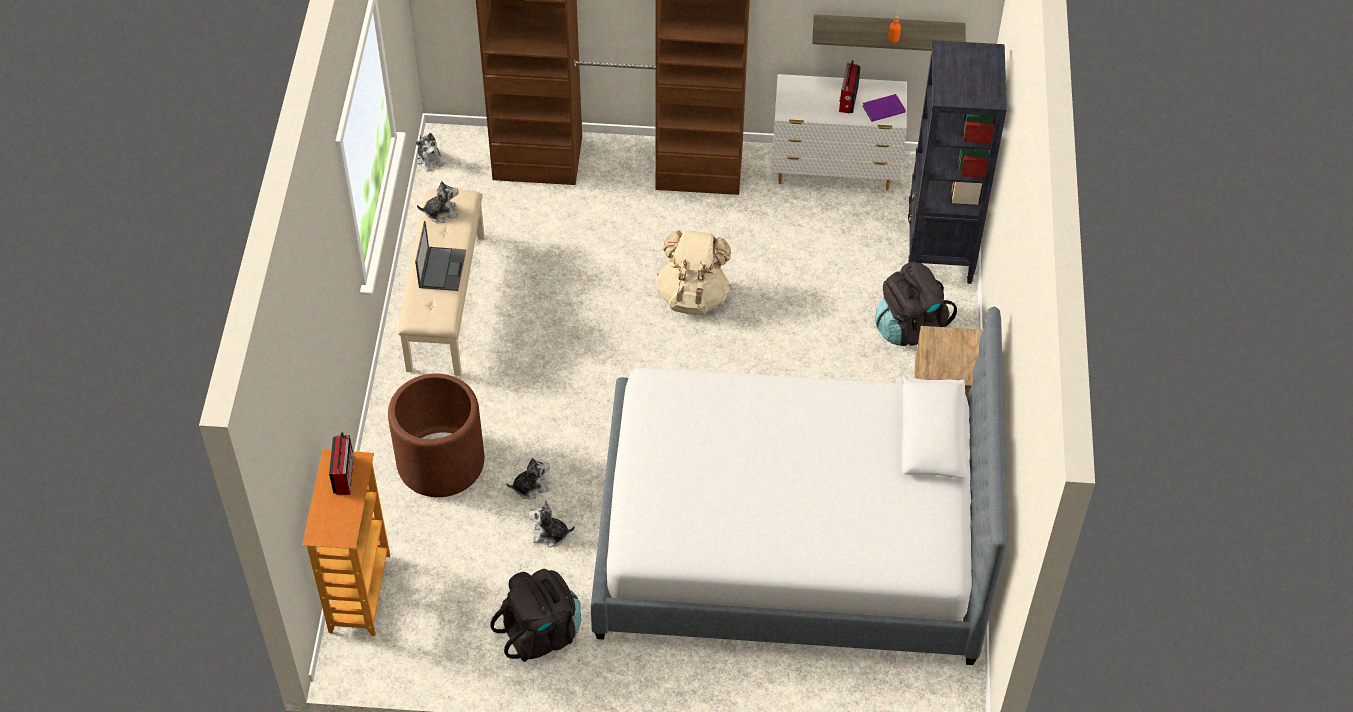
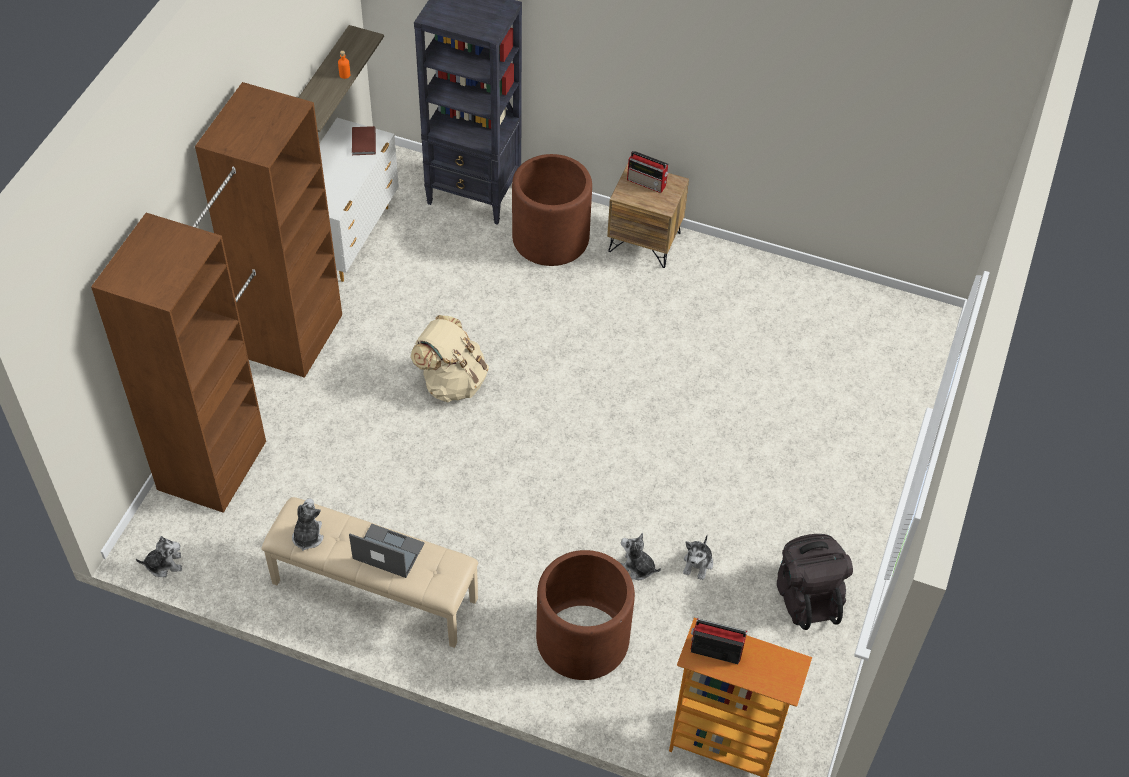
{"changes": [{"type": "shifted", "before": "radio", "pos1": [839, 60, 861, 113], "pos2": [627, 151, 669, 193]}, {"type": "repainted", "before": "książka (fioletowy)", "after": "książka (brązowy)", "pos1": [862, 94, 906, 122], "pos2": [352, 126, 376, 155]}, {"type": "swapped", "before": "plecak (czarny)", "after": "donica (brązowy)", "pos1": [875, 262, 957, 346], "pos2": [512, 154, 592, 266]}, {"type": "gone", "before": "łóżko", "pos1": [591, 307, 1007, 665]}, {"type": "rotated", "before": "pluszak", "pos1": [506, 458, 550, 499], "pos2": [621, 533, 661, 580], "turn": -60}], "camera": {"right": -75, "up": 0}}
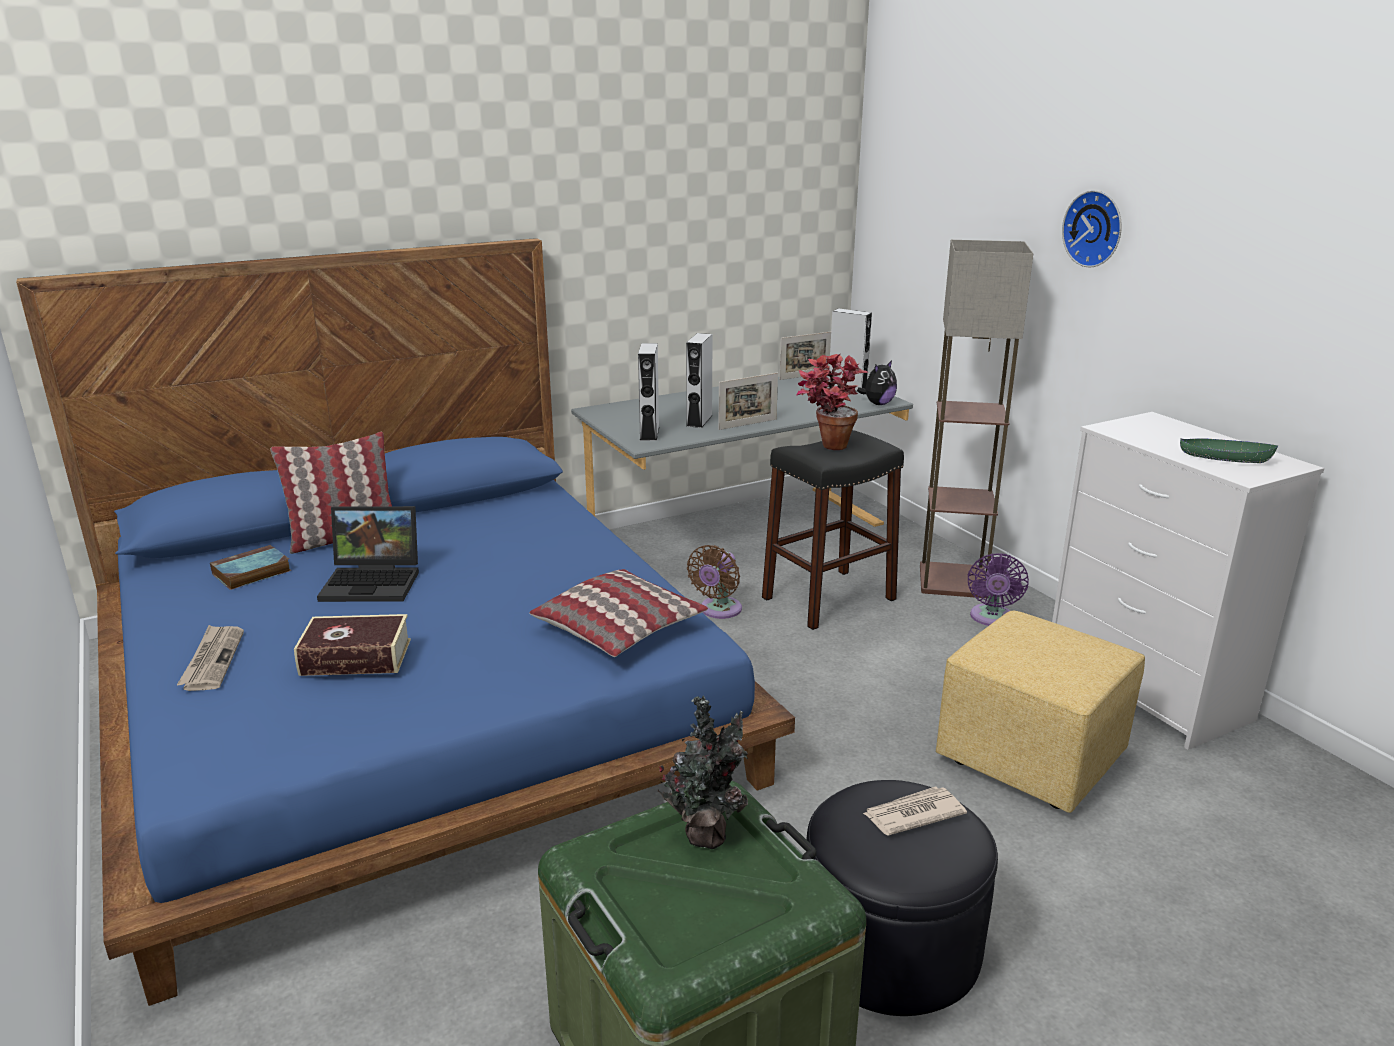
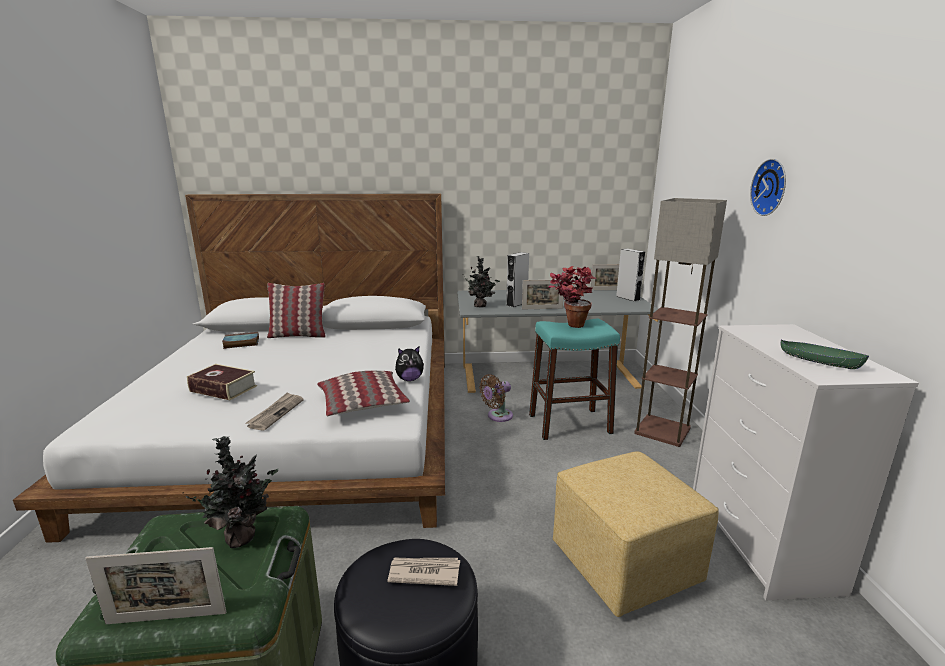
{"changes": [{"type": "repainted", "before": "łóżko (niebieski)", "after": "łóżko (biały)", "pos1": [16, 238, 795, 1006], "pos2": [13, 193, 445, 543]}, {"type": "swapped", "before": "głośnik (szary)", "after": "roślina doniczkowa", "pos1": [638, 343, 659, 441], "pos2": [465, 256, 500, 307]}, {"type": "shifted", "before": "pluszak", "pos1": [857, 360, 897, 405], "pos2": [395, 346, 424, 381]}, {"type": "repainted", "before": "stołek (czarny)", "after": "stołek (turkusowy)", "pos1": [762, 430, 904, 630], "pos2": [529, 319, 620, 440]}, {"type": "gone", "before": "laptop", "pos1": [317, 506, 419, 602]}, {"type": "gone", "before": "wentylator (fioletowy)", "pos1": [968, 553, 1029, 626]}, {"type": "shifted", "before": "gazeta", "pos1": [177, 625, 244, 691], "pos2": [246, 392, 304, 430]}, {"type": "new", "after": "ramka na zdjęcie", "pos2": [85, 547, 227, 624]}], "camera": {"right": 25, "up": -5}}
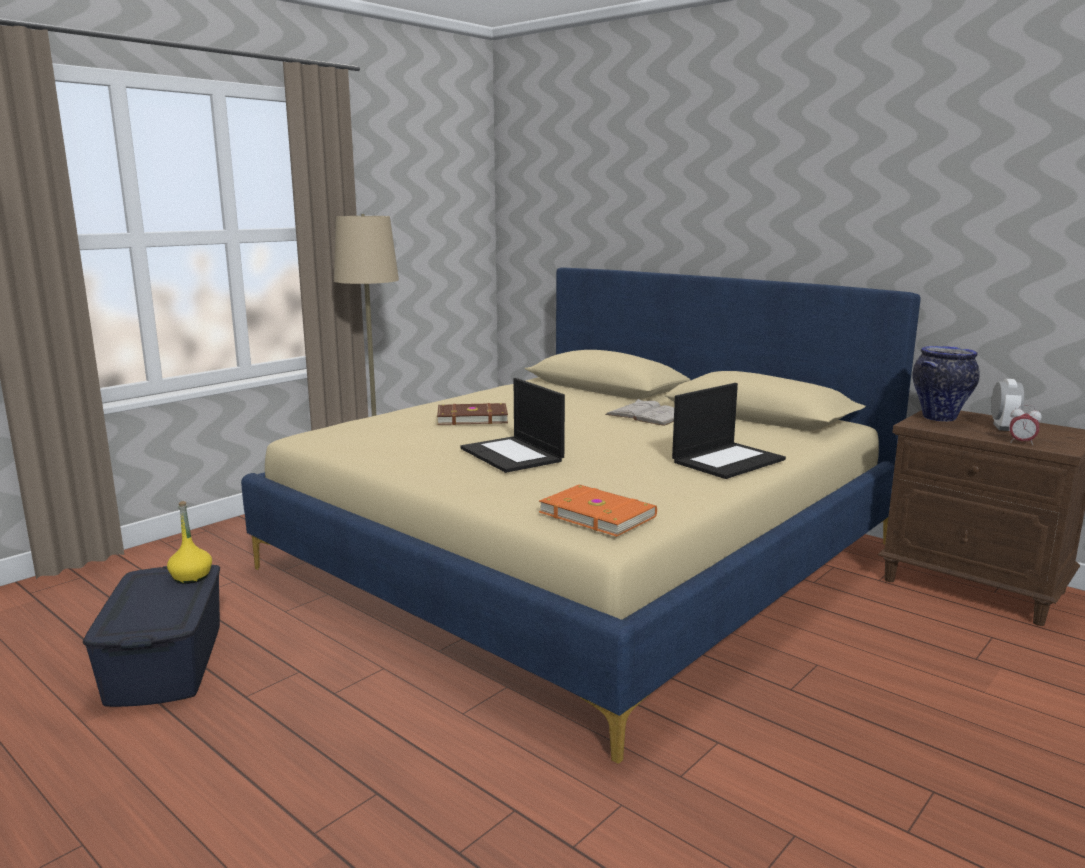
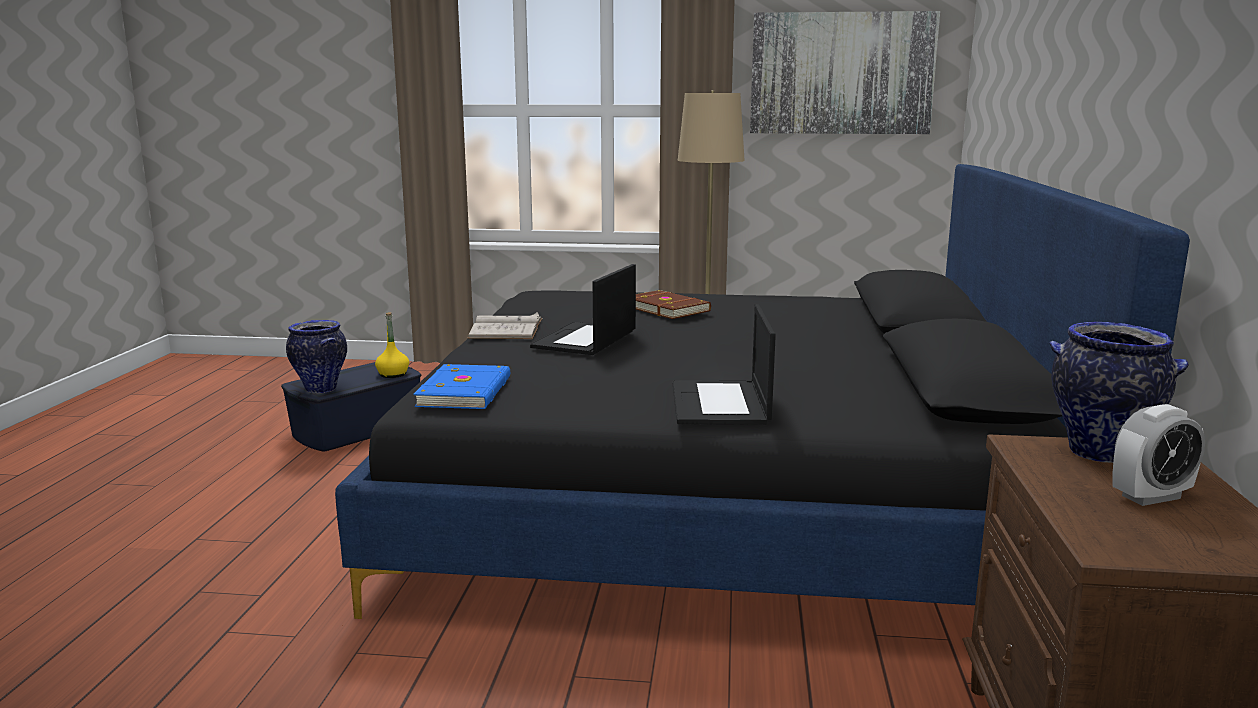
{"changes": [{"type": "repainted", "before": "łóżko (beżowy)", "after": "łóżko (czarny)", "pos1": [241, 268, 921, 764], "pos2": [335, 164, 1190, 619]}, {"type": "rotated", "before": "laptop", "pos1": [672, 383, 786, 479], "pos2": [673, 304, 776, 425], "turn": 75}, {"type": "shifted", "before": "książka (biały)", "pos1": [605, 399, 674, 426], "pos2": [467, 312, 543, 339]}, {"type": "gone", "before": "budzik", "pos1": [1009, 405, 1042, 445]}, {"type": "repainted", "before": "książka (pomarańczowy)", "after": "książka (niebieski)", "pos1": [539, 485, 657, 537], "pos2": [414, 364, 510, 409]}, {"type": "new", "after": "obraz", "pos2": [750, 11, 940, 134]}, {"type": "new", "after": "wazon", "pos2": [286, 320, 347, 393]}], "camera": {"right": 55, "up": 0}}
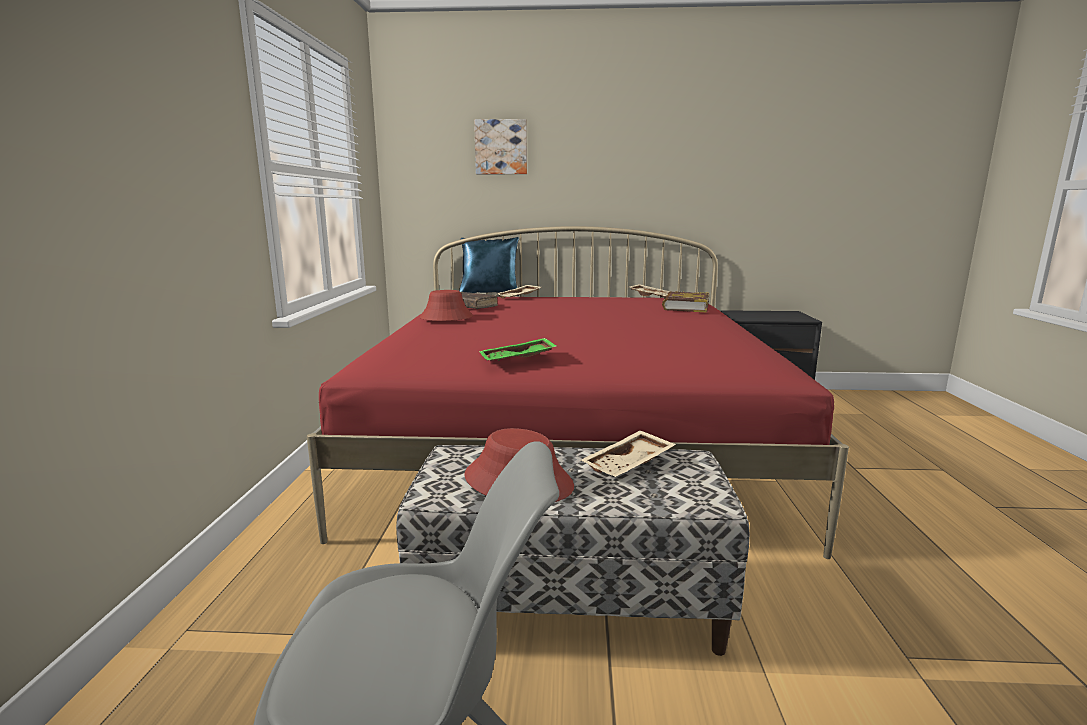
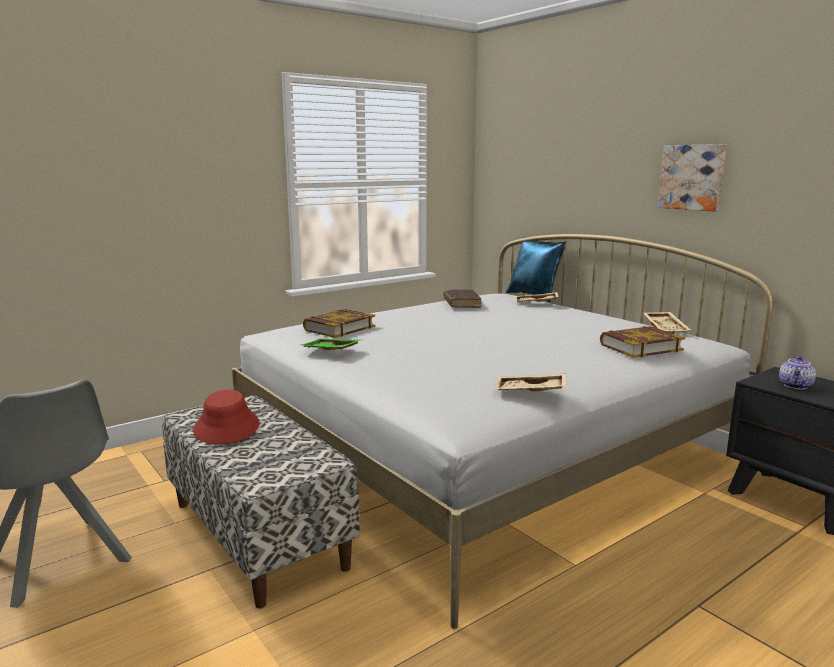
{"changes": [{"type": "shifted", "before": "obraz", "pos1": [474, 119, 527, 174], "pos2": [658, 144, 727, 212]}, {"type": "repainted", "before": "łóżko (czerwony)", "after": "łóżko (biały)", "pos1": [307, 226, 849, 559], "pos2": [232, 234, 773, 629]}, {"type": "gone", "before": "kapelusz (czerwony)", "pos1": [420, 290, 473, 321]}, {"type": "shifted", "before": "taca (beżowy)", "pos1": [581, 431, 676, 477], "pos2": [494, 374, 566, 392]}, {"type": "new", "after": "książka", "pos2": [303, 309, 375, 338]}, {"type": "new", "after": "imbryk", "pos2": [779, 356, 816, 390]}], "camera": {"right": 50, "up": 0}}
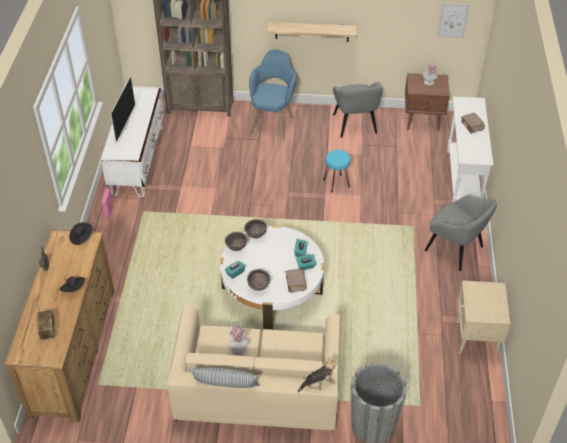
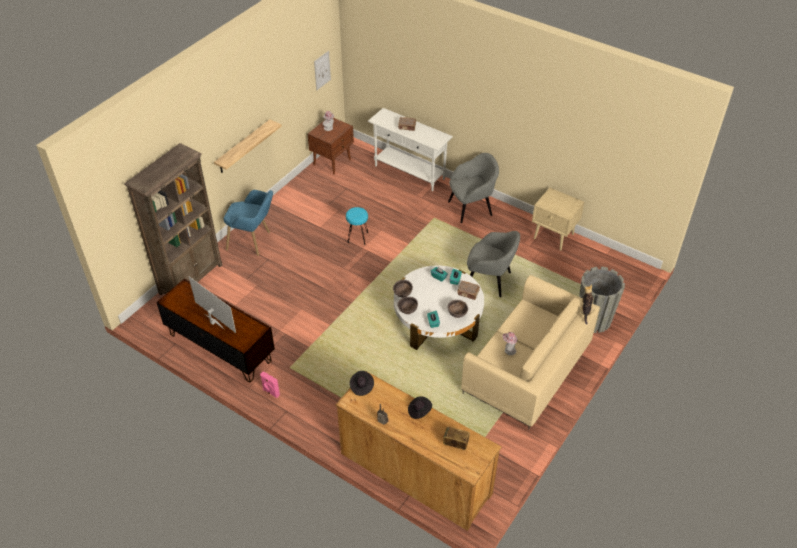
{"changes": [{"type": "rotated", "before": "fotel (niebieski)", "pos1": [249, 50, 297, 140], "pos2": [224, 190, 273, 256], "turn": 150}, {"type": "shifted", "before": "fotel (szary)", "pos1": [333, 82, 383, 138], "pos2": [467, 231, 520, 297]}, {"type": "repainted", "before": "szafka pod telewizor (biały)", "after": "szafka pod telewizor (brązowy)", "pos1": [101, 87, 164, 197], "pos2": [157, 279, 275, 382]}, {"type": "gone", "before": "poduszka", "pos1": [189, 367, 260, 388]}], "camera": {"right": -60, "up": 0}}
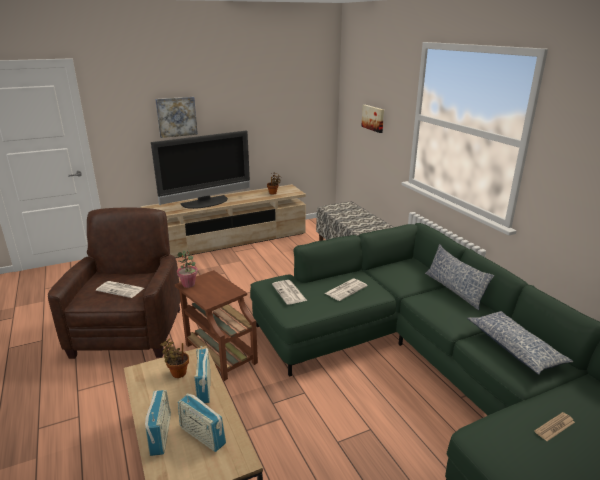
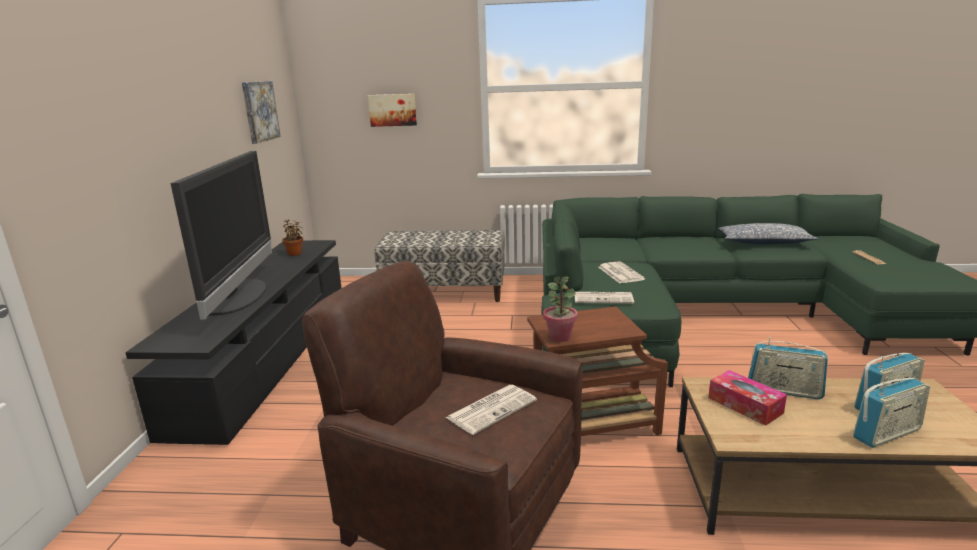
{"changes": [{"type": "shifted", "before": "obraz", "pos1": [155, 97, 198, 138], "pos2": [242, 81, 281, 144]}, {"type": "repainted", "before": "szafka pod telewizor (beżowy)", "after": "szafka pod telewizor (czarny)", "pos1": [140, 184, 306, 258], "pos2": [125, 240, 342, 445]}, {"type": "gone", "before": "poduszka", "pos1": [425, 244, 494, 310]}, {"type": "swapped", "before": "roślina doniczkowa", "after": "pudełko chusteczek", "pos1": [160, 339, 189, 378], "pos2": [708, 370, 787, 426]}, {"type": "rotated", "before": "radio", "pos1": [145, 390, 171, 456], "pos2": [853, 378, 930, 448], "turn": 135}], "camera": {"right": -60, "up": -5}}
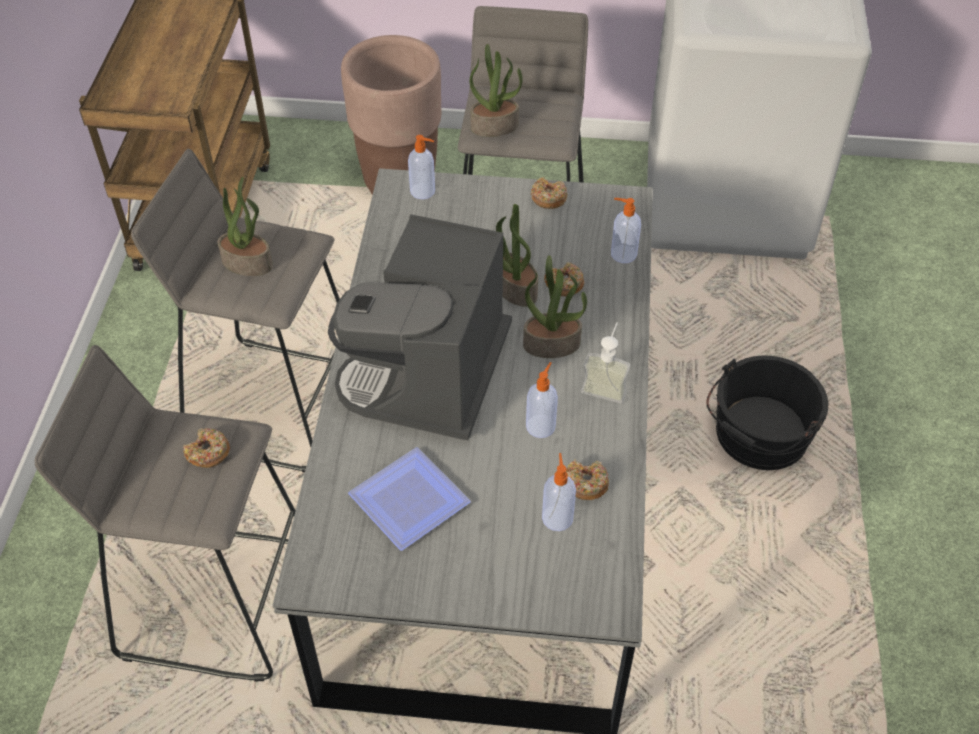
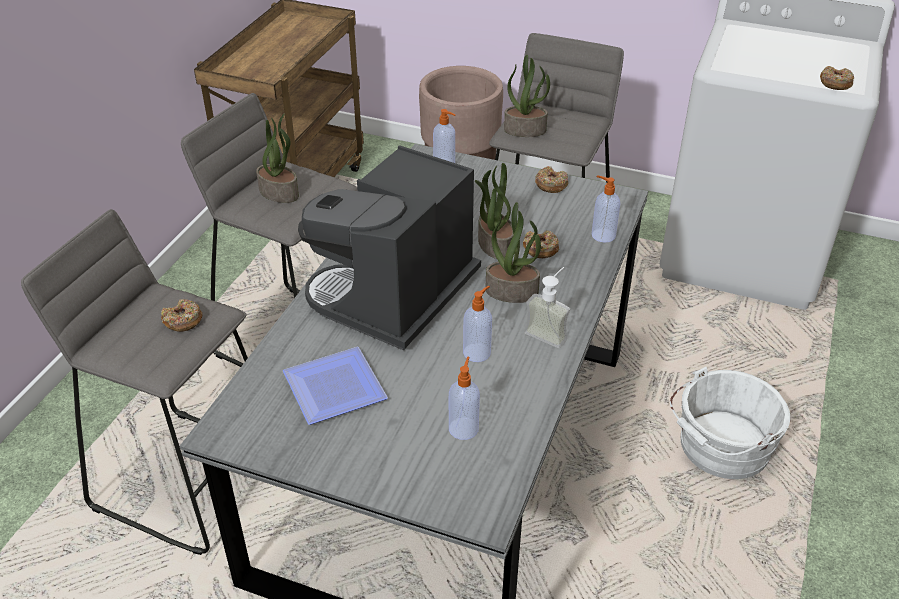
{"changes": [{"type": "repainted", "before": "wiadro (czarny)", "after": "wiadro (biały)", "pos1": [707, 356, 828, 470], "pos2": [670, 367, 790, 479]}, {"type": "shifted", "before": "donut", "pos1": [566, 459, 609, 500], "pos2": [820, 66, 854, 90]}], "camera": {"right": 15, "up": -10}}
